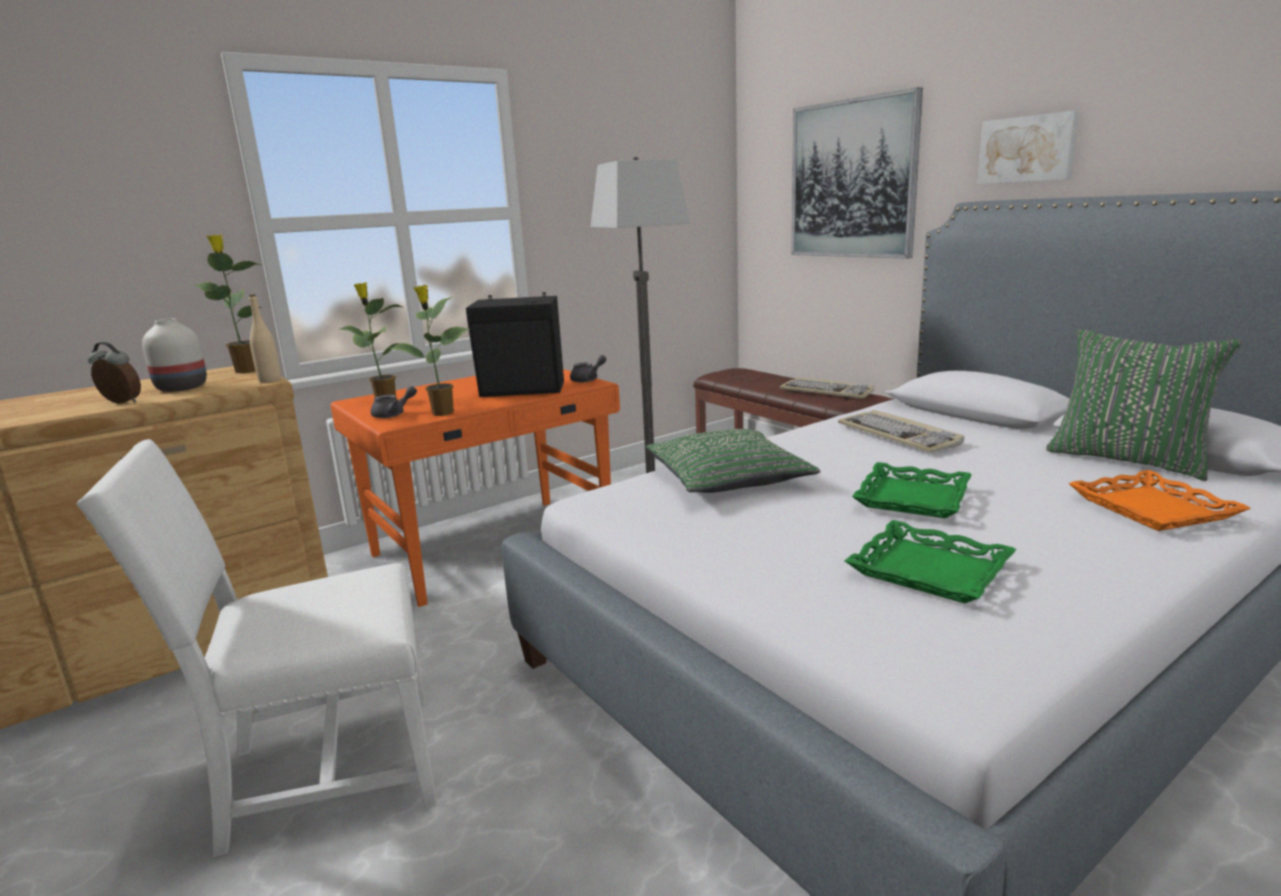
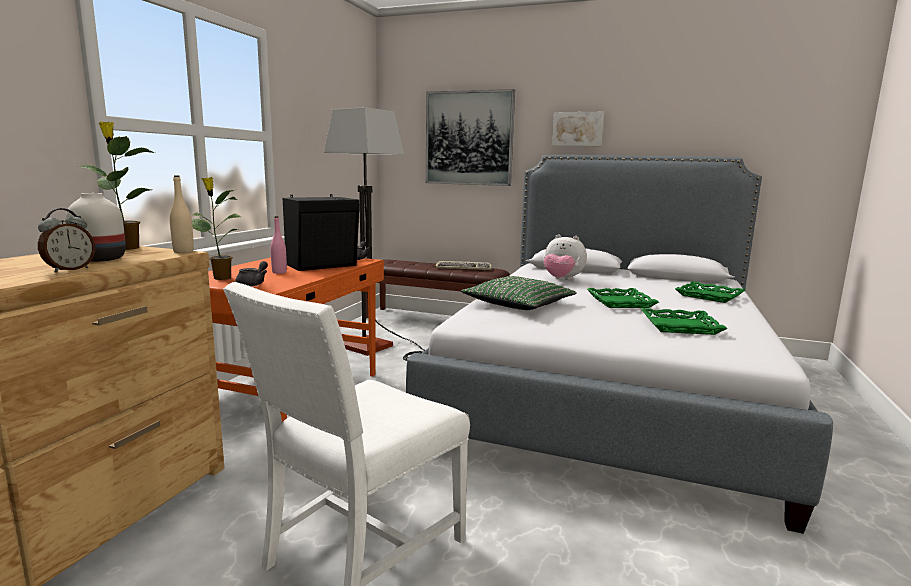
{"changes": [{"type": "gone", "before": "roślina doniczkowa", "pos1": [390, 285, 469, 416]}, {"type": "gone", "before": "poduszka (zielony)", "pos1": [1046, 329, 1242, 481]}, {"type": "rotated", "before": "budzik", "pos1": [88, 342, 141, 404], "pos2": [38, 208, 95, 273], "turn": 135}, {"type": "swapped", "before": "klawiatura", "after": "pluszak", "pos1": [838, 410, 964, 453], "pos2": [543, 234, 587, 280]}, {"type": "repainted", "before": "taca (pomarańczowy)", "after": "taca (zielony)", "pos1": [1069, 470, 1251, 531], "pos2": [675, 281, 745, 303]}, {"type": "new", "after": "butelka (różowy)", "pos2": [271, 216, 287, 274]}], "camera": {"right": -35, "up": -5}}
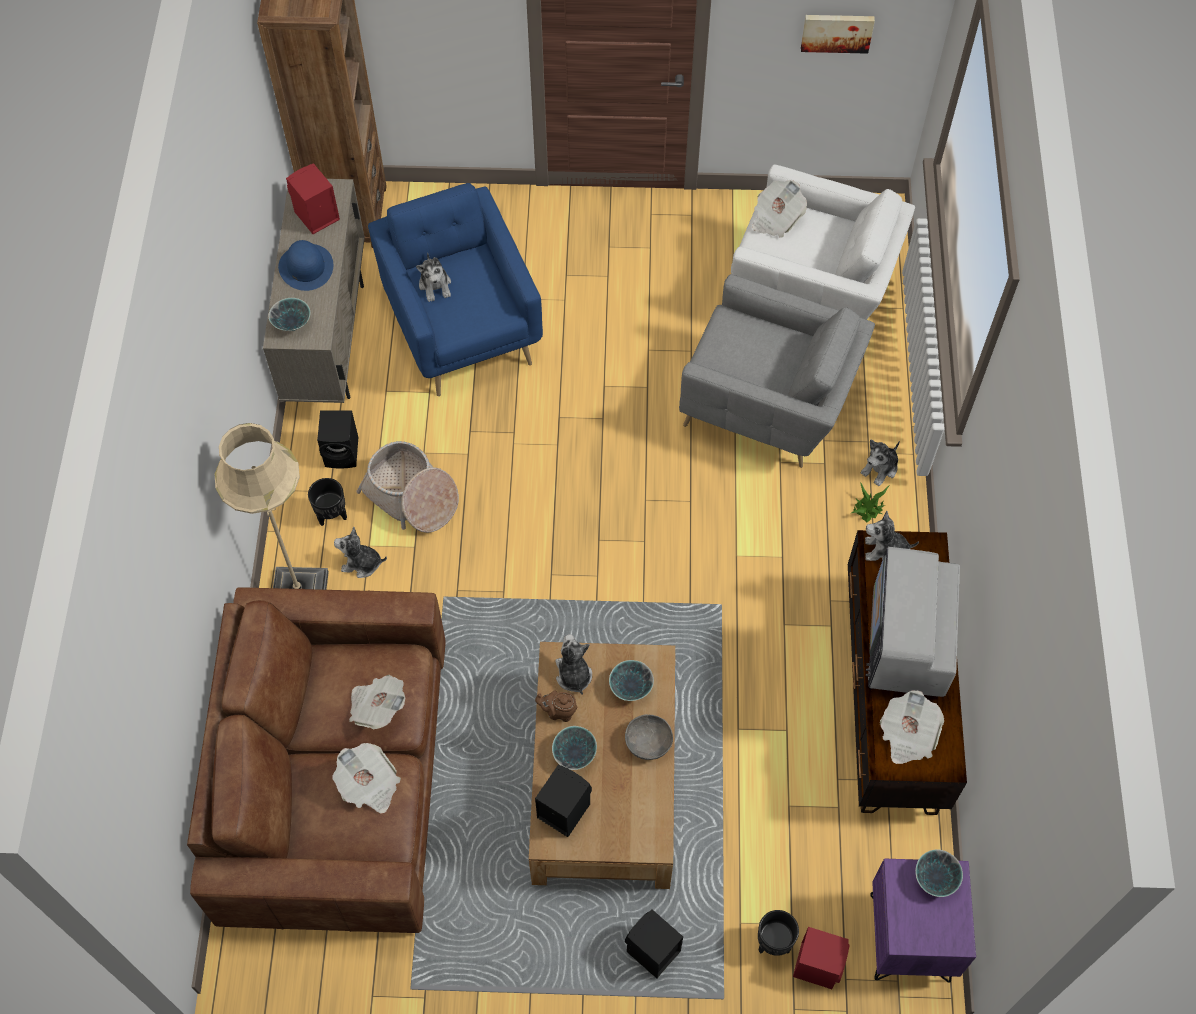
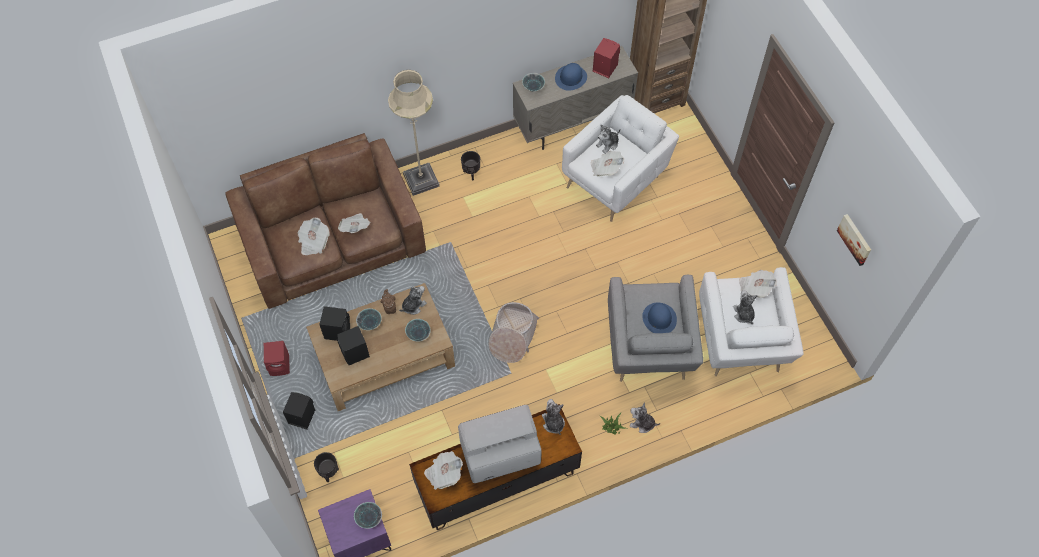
{"changes": [{"type": "repainted", "before": "fotel (niebieski)", "after": "fotel (biały)", "pos1": [368, 183, 543, 396], "pos2": [562, 95, 679, 222]}, {"type": "shifted", "before": "głośnik (czarny)", "pos1": [317, 410, 358, 469], "pos2": [337, 326, 370, 365]}, {"type": "shifted", "before": "koszyk", "pos1": [356, 441, 459, 533], "pos2": [489, 302, 539, 363]}, {"type": "shifted", "before": "pluszak", "pos1": [334, 526, 387, 578], "pos2": [733, 290, 757, 324]}, {"type": "gone", "before": "miska (szary)", "pos1": [625, 714, 673, 760]}, {"type": "shifted", "before": "głośnik (czerwony)", "pos1": [793, 927, 849, 989], "pos2": [264, 341, 290, 376]}, {"type": "new", "after": "gazeta", "pos2": [591, 151, 624, 176]}, {"type": "new", "after": "kapelusz (niebieski)", "pos2": [642, 303, 677, 333]}], "camera": {"right": 65, "up": 0}}
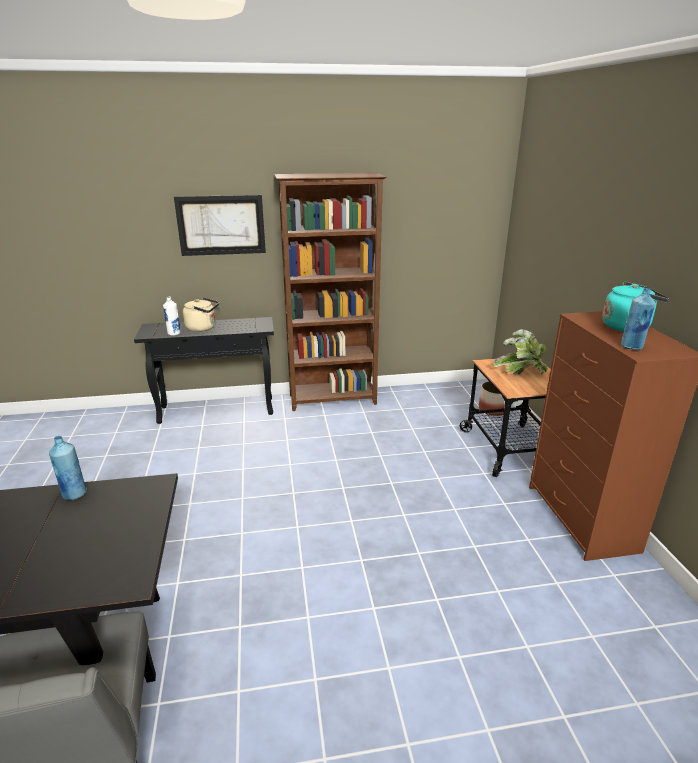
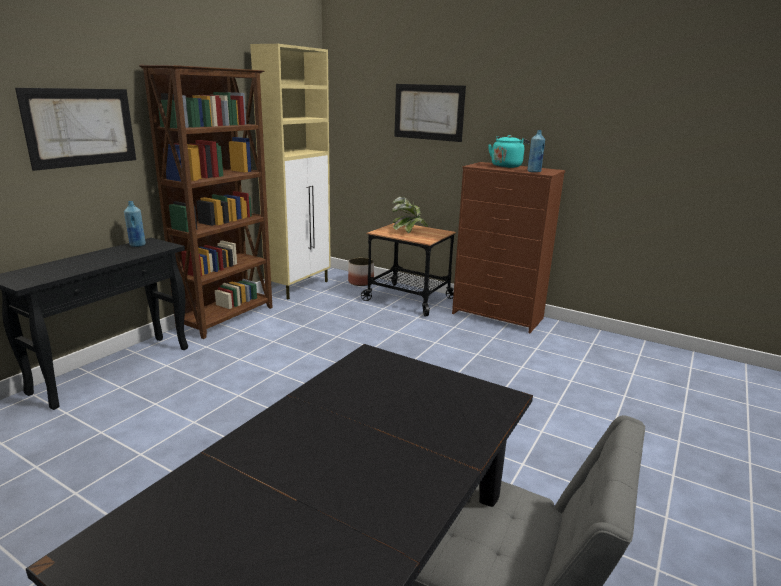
{"changes": [{"type": "gone", "before": "butelka (biały)", "pos1": [163, 296, 181, 336]}, {"type": "gone", "before": "czajnik (beżowy)", "pos1": [183, 297, 219, 332]}, {"type": "shifted", "before": "butelka (niebieski)", "pos1": [49, 436, 87, 500], "pos2": [124, 201, 146, 247]}, {"type": "new", "after": "szafka (beżowy)", "pos2": [250, 44, 331, 299]}, {"type": "new", "after": "obraz", "pos2": [394, 84, 466, 142]}], "camera": {"right": -50, "up": -5}}
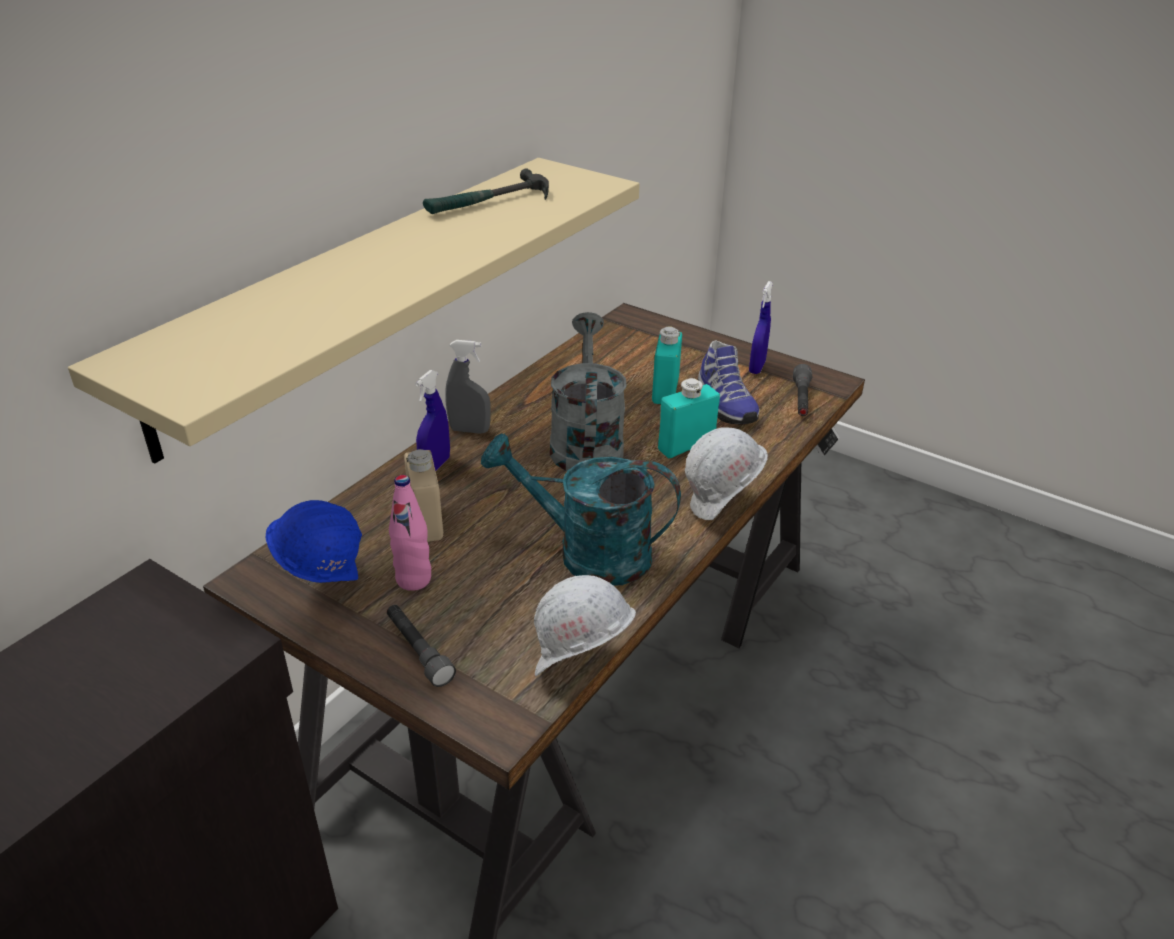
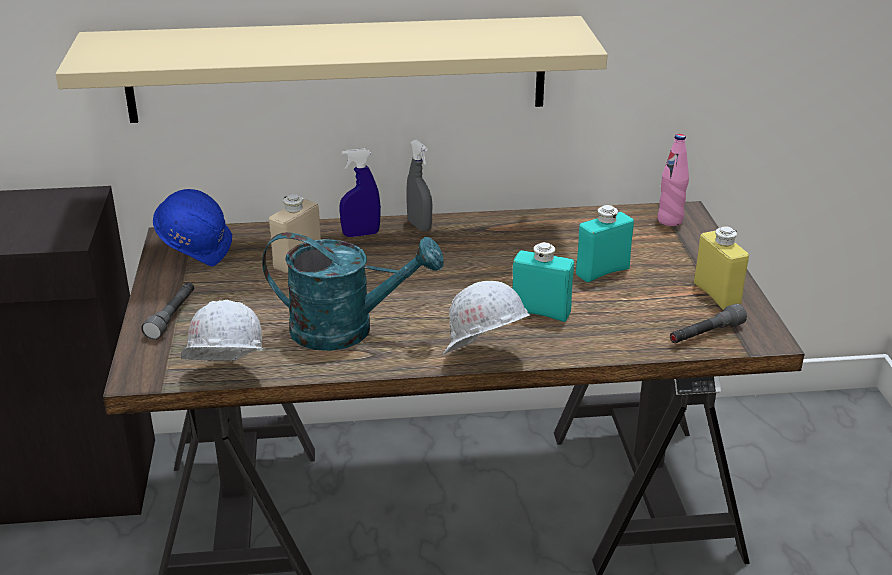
{"changes": [{"type": "gone", "before": "młotek", "pos1": [423, 168, 549, 214]}, {"type": "swapped", "before": "spryskiwacz (niebieski)", "after": "butelka (żółty)", "pos1": [749, 281, 773, 374], "pos2": [694, 226, 749, 310]}, {"type": "gone", "before": "konewka (szary)", "pos1": [550, 312, 627, 471]}, {"type": "gone", "before": "but", "pos1": [698, 340, 759, 425]}, {"type": "rotated", "before": "konewka (turkusowy)", "pos1": [481, 433, 681, 586], "pos2": [262, 232, 444, 351], "turn": 120}, {"type": "shifted", "before": "butelka (różowy)", "pos1": [389, 475, 431, 591], "pos2": [657, 134, 689, 226]}], "camera": {"right": 50, "up": -5}}
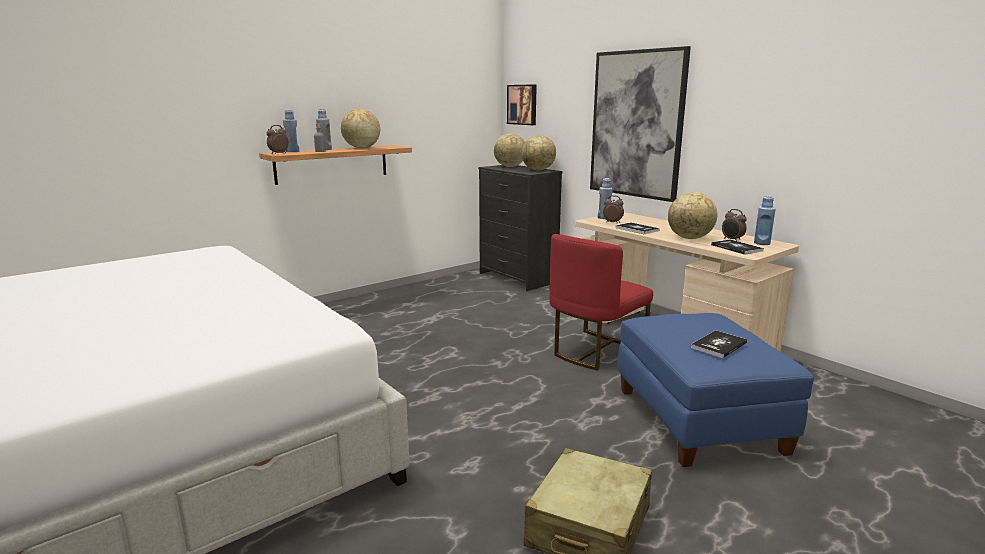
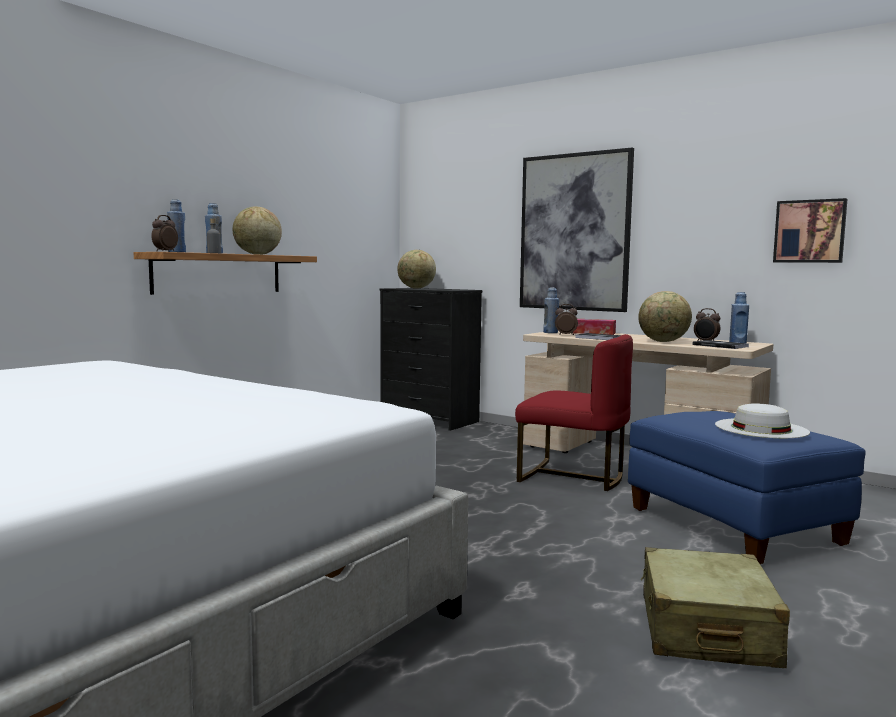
{"changes": [{"type": "shifted", "before": "obraz", "pos1": [507, 84, 537, 125], "pos2": [773, 198, 847, 263]}, {"type": "gone", "before": "globus", "pos1": [521, 135, 556, 171]}, {"type": "rotated", "before": "krzesło (czerwony)", "pos1": [549, 234, 653, 371], "pos2": [515, 334, 633, 491], "turn": -90}, {"type": "swapped", "before": "książka", "after": "kapelusz (biały)", "pos1": [691, 330, 747, 358], "pos2": [715, 403, 810, 438]}, {"type": "new", "after": "pudełko chusteczek", "pos2": [573, 319, 616, 335]}], "camera": {"right": -15, "up": -10}}
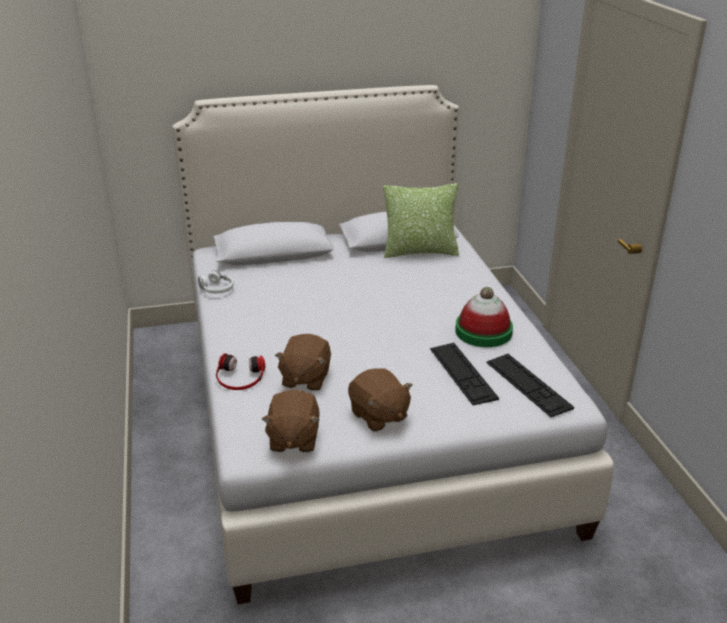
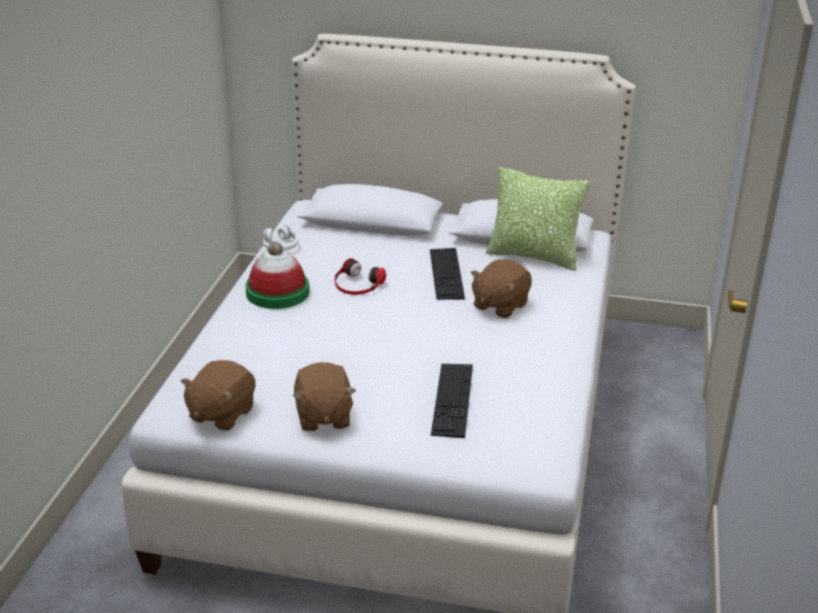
{"changes": [{"type": "shifted", "before": "kapelusz", "pos1": [455, 287, 513, 347], "pos2": [245, 242, 309, 309]}, {"type": "shifted", "before": "pluszak (brązowy)", "pos1": [275, 334, 331, 391], "pos2": [471, 259, 532, 318]}, {"type": "shifted", "before": "słuchawki", "pos1": [216, 353, 265, 390], "pos2": [335, 258, 386, 295]}, {"type": "shifted", "before": "klawiatura", "pos1": [486, 354, 574, 417], "pos2": [430, 248, 465, 300]}], "camera": {"right": 25, "up": 0}}
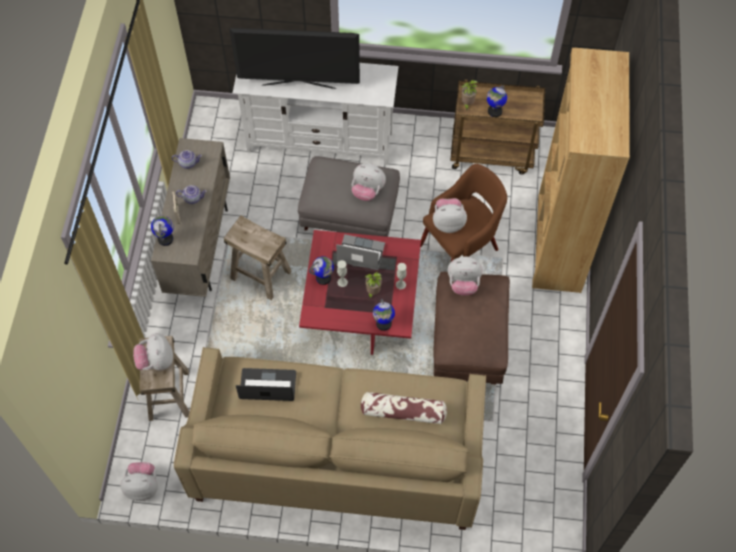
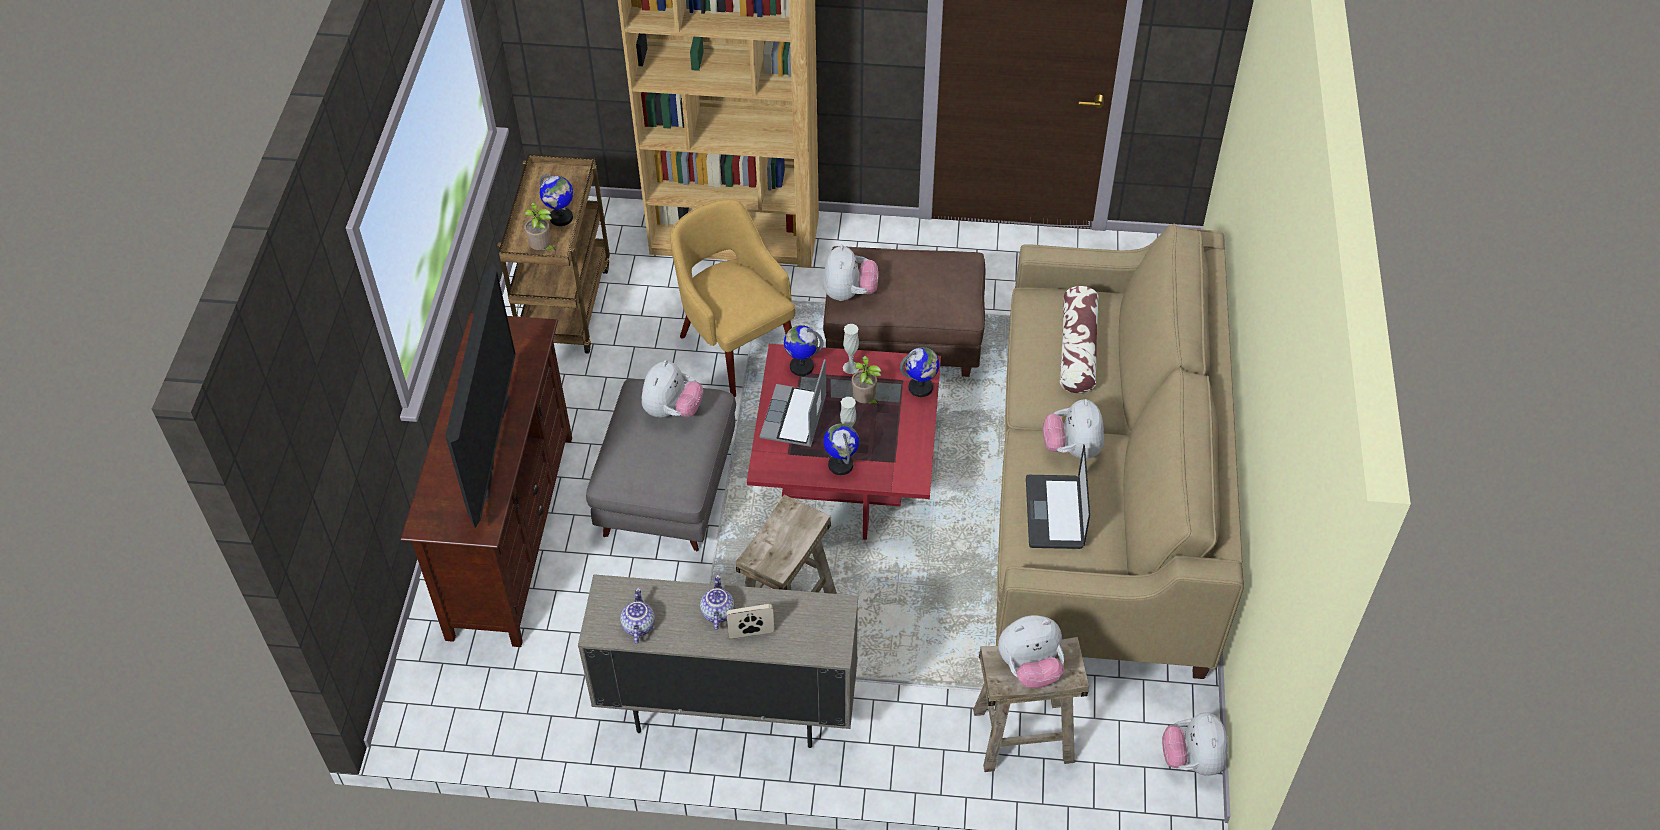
{"changes": [{"type": "repainted", "before": "szafka pod telewizor (biały)", "after": "szafka pod telewizor (brązowy)", "pos1": [233, 63, 399, 165], "pos2": [401, 313, 572, 647]}, {"type": "repainted", "before": "fotel (brązowy)", "after": "fotel (żółty)", "pos1": [420, 164, 507, 261], "pos2": [670, 198, 795, 397]}, {"type": "shifted", "before": "pluszak", "pos1": [433, 198, 467, 233], "pos2": [1043, 399, 1104, 459]}, {"type": "shifted", "before": "globus", "pos1": [151, 216, 174, 246], "pos2": [784, 325, 823, 376]}], "camera": {"right": -90, "up": -10}}
